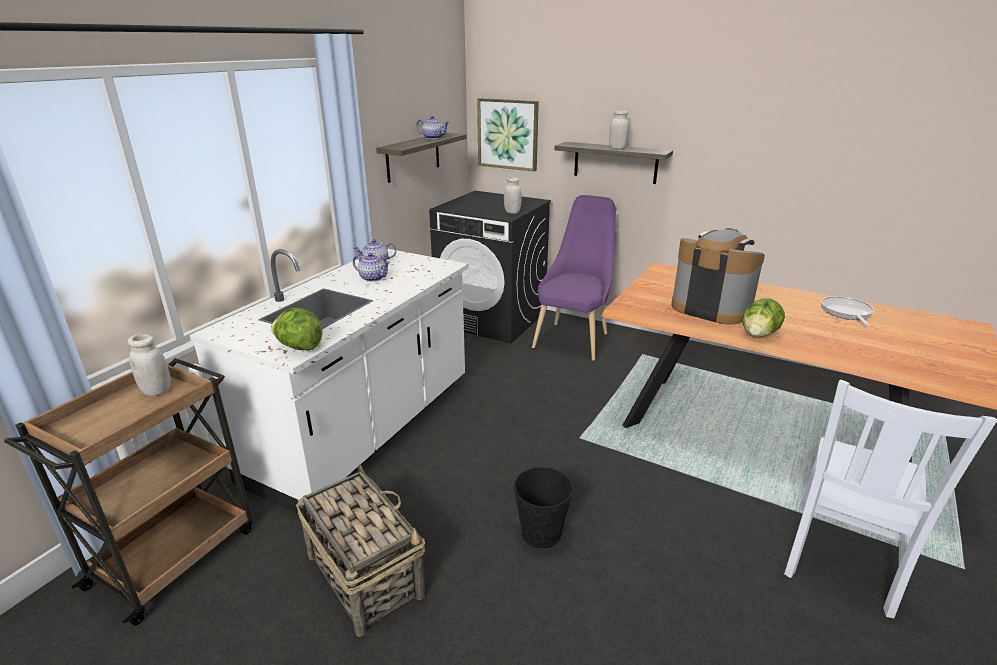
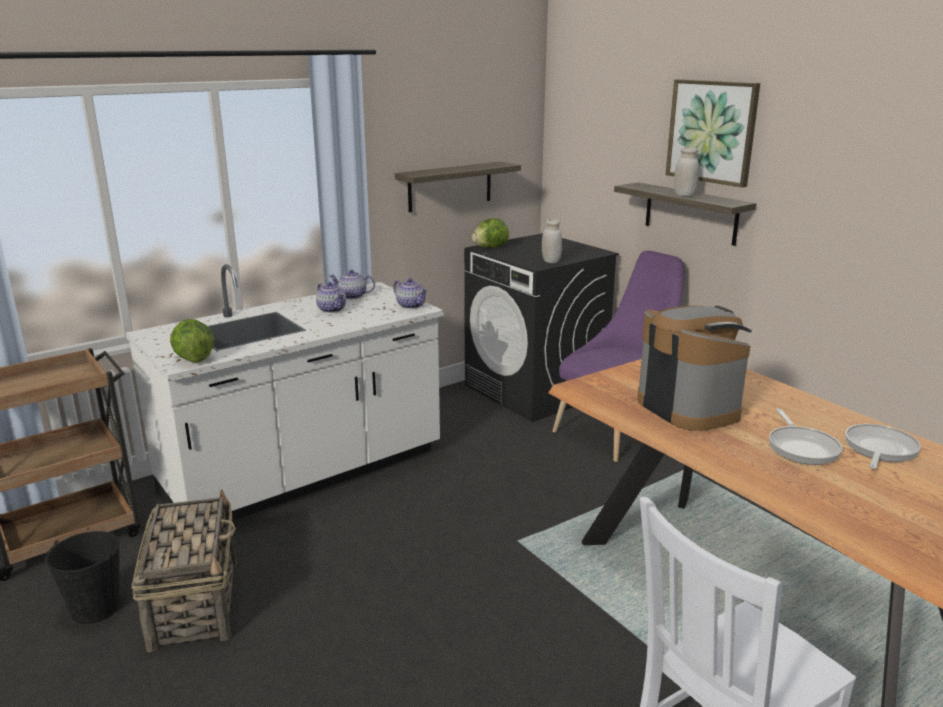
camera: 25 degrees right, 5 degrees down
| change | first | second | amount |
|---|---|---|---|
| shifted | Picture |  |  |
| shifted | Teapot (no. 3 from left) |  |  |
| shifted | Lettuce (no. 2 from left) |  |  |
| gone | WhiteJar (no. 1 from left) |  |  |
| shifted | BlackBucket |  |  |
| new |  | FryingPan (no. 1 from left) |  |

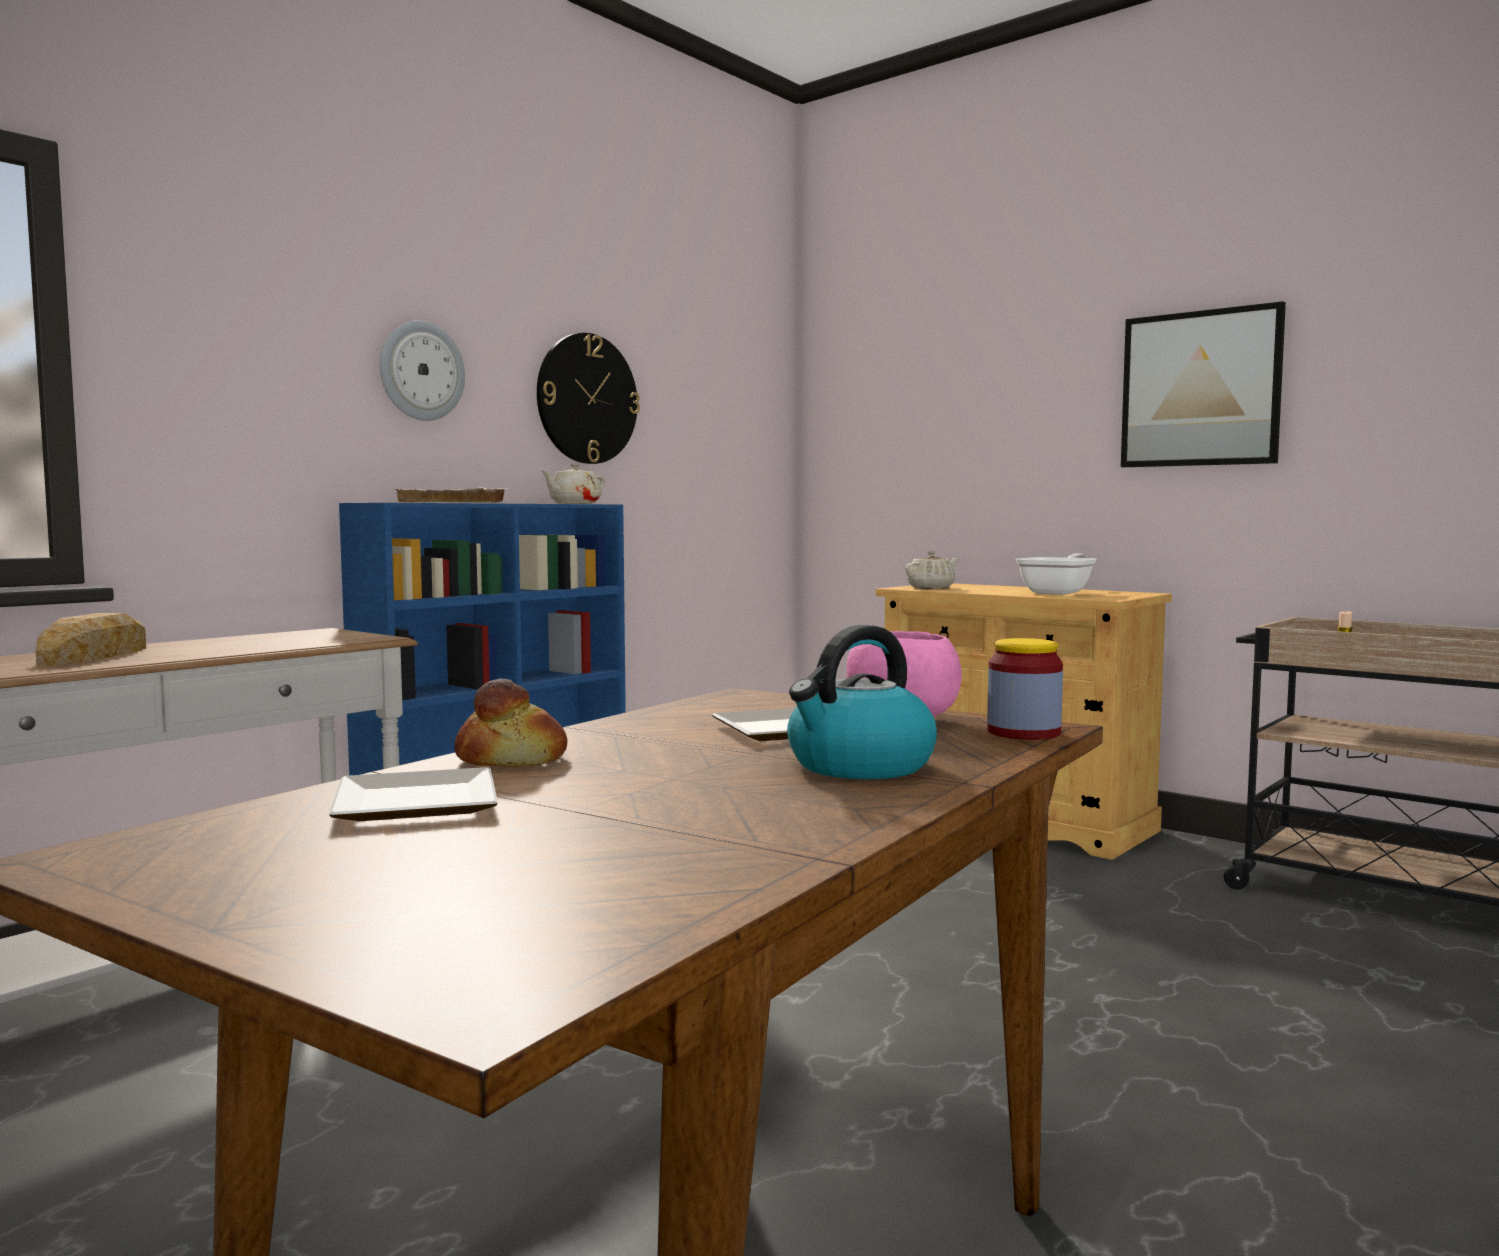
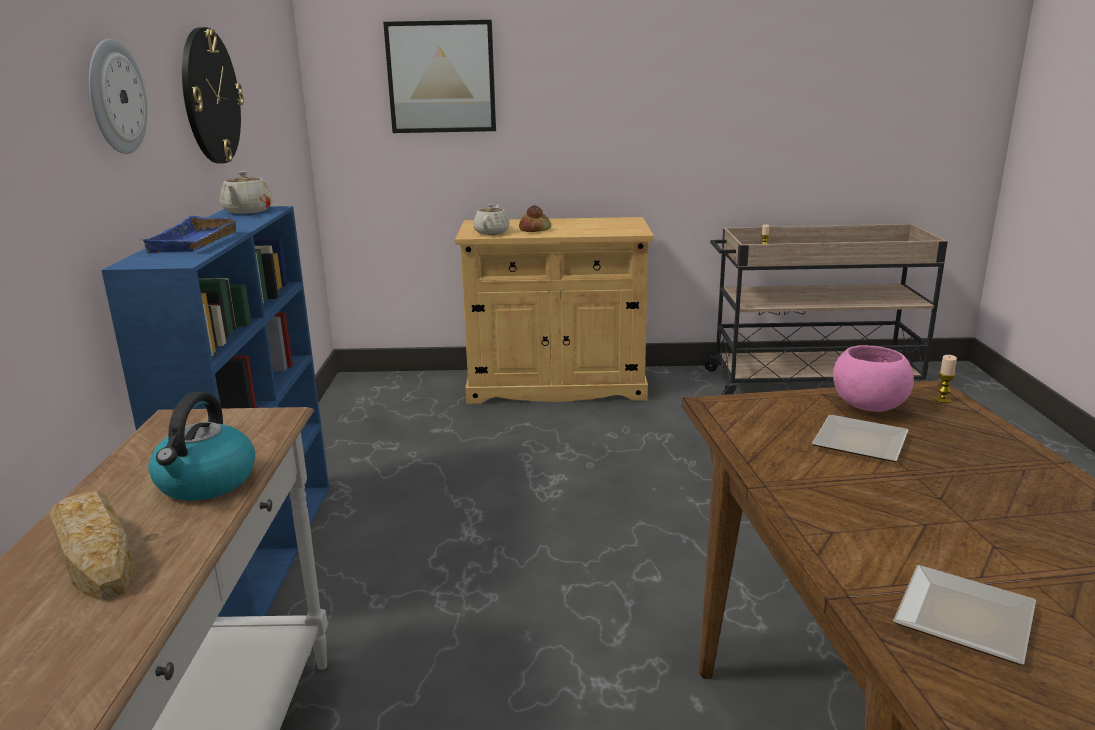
camera: 40 degrees left, 15 degrees up
| change | first | second | amount |
|---|---|---|---|
| shifted | Picture |  |  |
| repainted | BeigeTray | BlueTray |  |
| gone | FryingPan |  |  |
| shifted | Kettle |  |  |
| swapped | Jar | Candle (no. 2 from left) |  |
| shifted | Bread (no. 2 from left) |  |  |

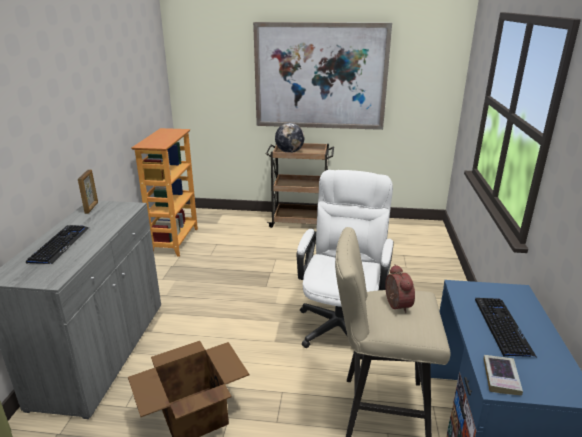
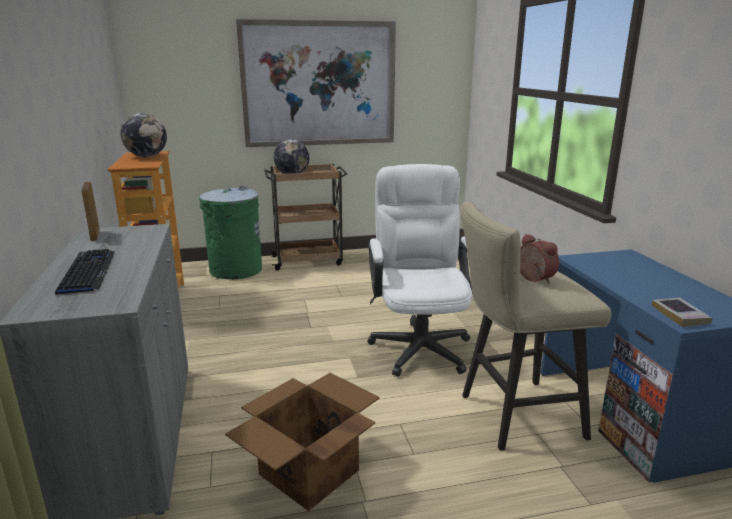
camera: 20 degrees left, 5 degrees down
| change | first | second | amount |
|---|---|---|---|
| gone | Keyboard (no. 2 from left) |  |  |
| new |  | Globe (no. 1 from left) |  |
| new |  | GreenTrashCan |  |

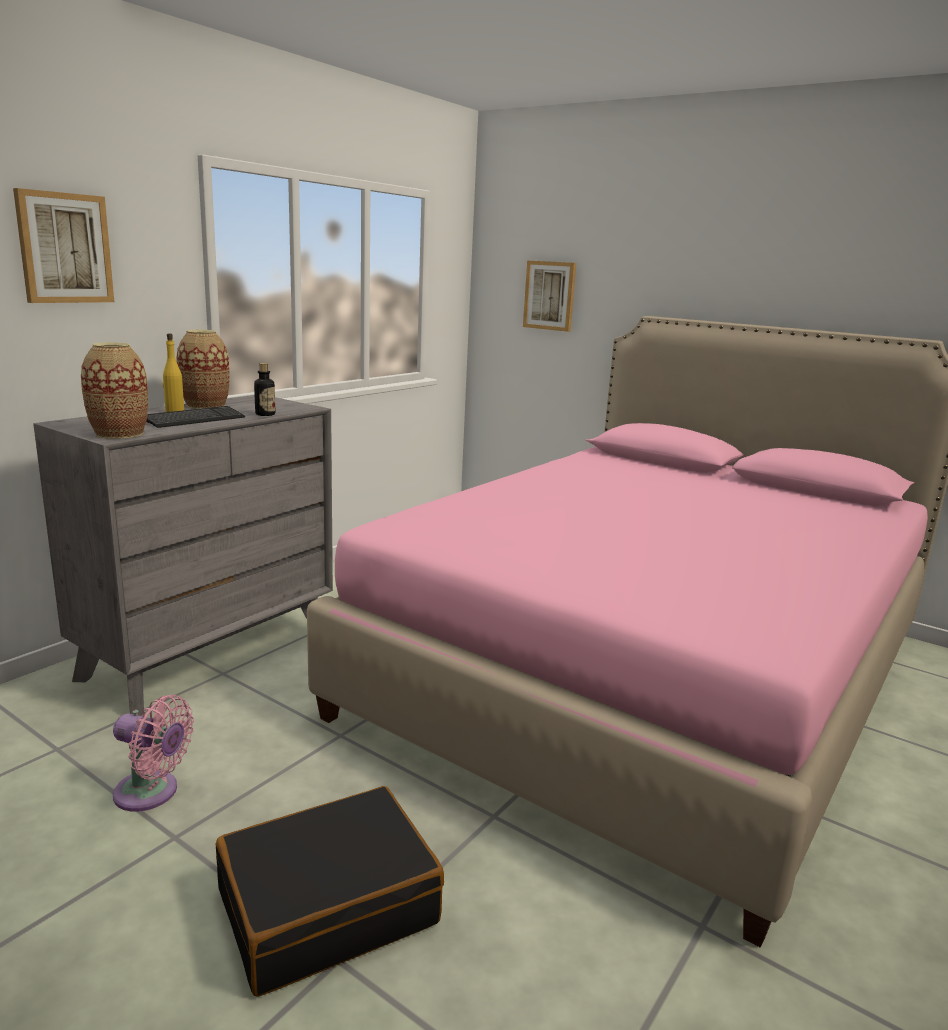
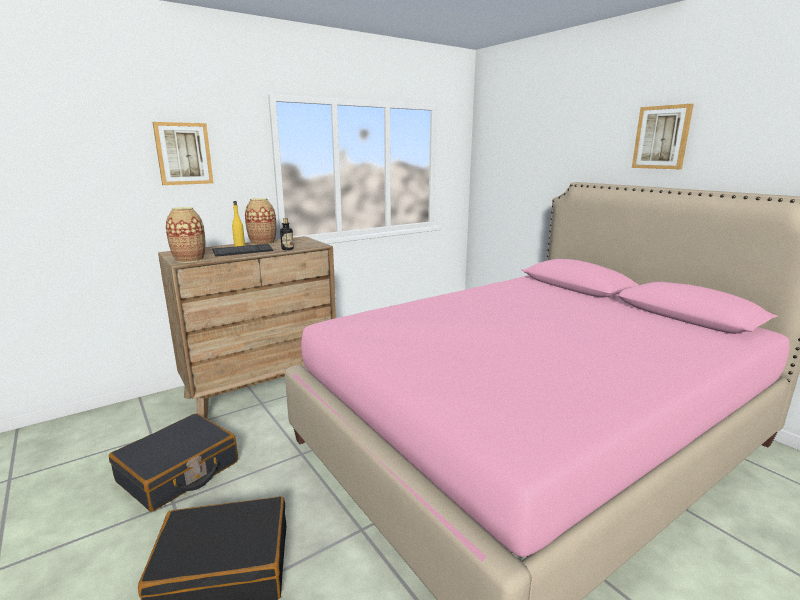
camera: 20 degrees right, 0 degrees up
| change | first | second | amount |
|---|---|---|---|
| shifted | Picture (no. 2 from left) |  |  |
| repainted | GreyDresser | BrownDresser |  |
| swapped | PinkFan | BlackSuitcase (no. 1 from left) |  |

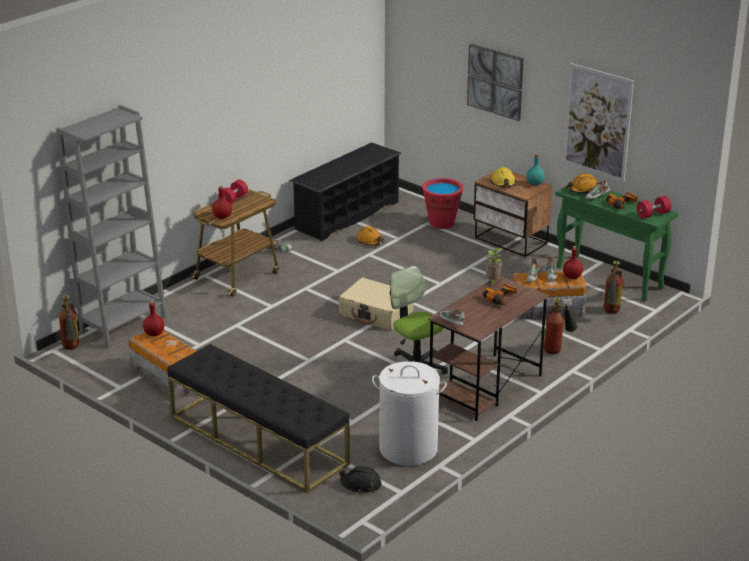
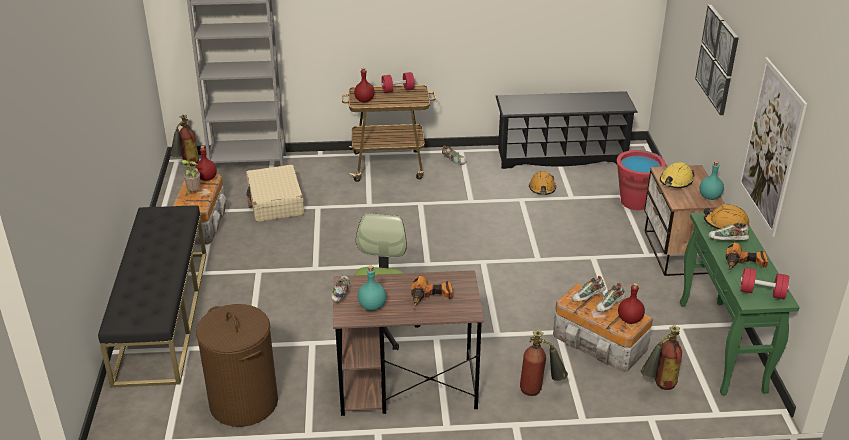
camera: 45 degrees right, 5 degrees up
| change | first | second | amount |
|---|---|---|---|
| shifted | PottedPlant |  |  |
| shifted | BeigeSuitcase |  |  |
| repainted | WhiteLaundryBasket | BrownLaundryBasket |  |
| gone | BlackHardHat |  |  |
| new |  | TurquoiseBottle (no. 1 from left) |  |

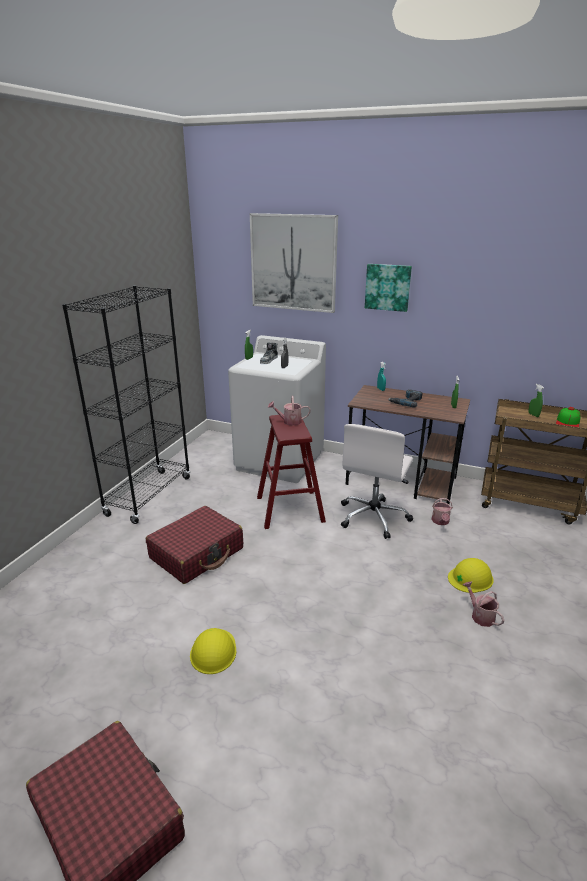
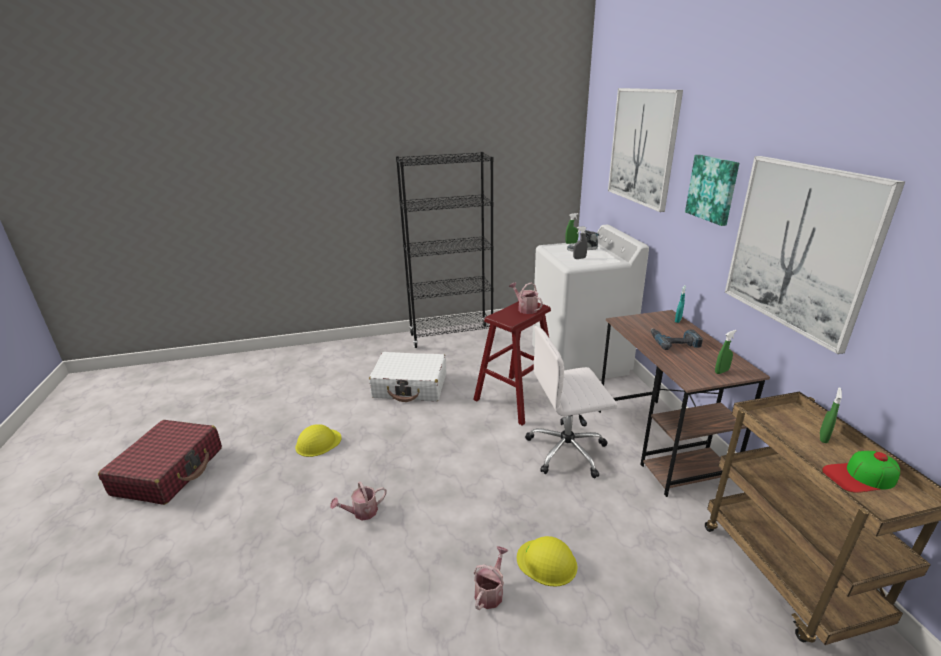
camera: 55 degrees right, 0 degrees up
| change | first | second | amount |
|---|---|---|---|
| shifted | WateringCan (no. 2 from left in the first image) | WateringCan (no. 1 from left) |  |
| repainted | RedSuitcase (no. 2 from left) | WhiteSuitcase |  |
| new |  | Picture (no. 3 from left) |  |

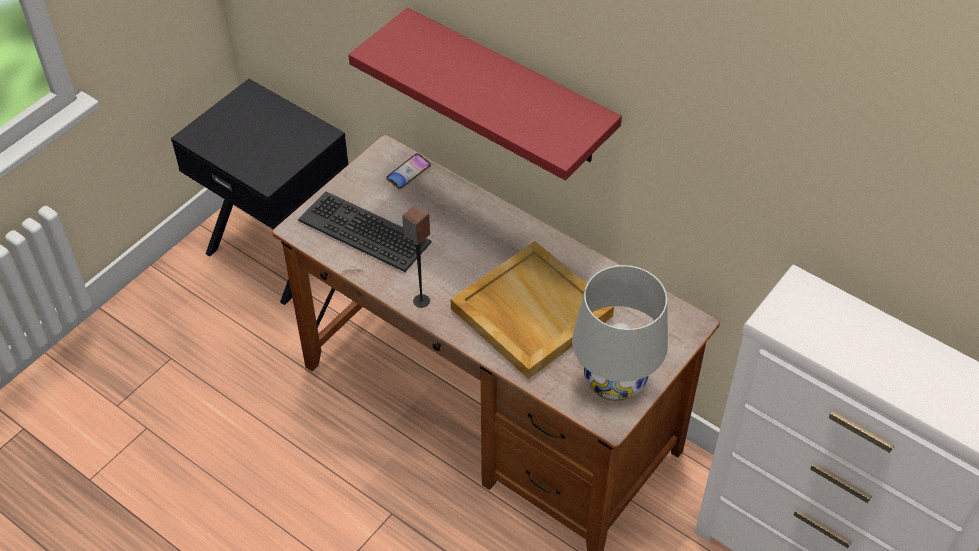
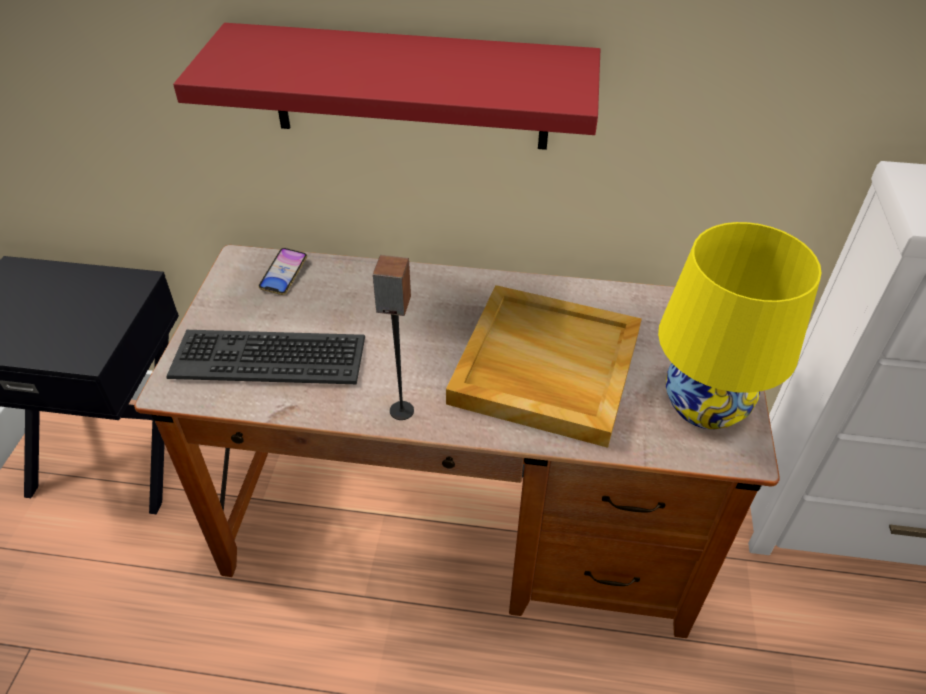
camera: 30 degrees left, 5 degrees down
| change | first | second | amount |
|---|---|---|---|
| repainted | WhiteTableLamp | YellowTableLamp |  |

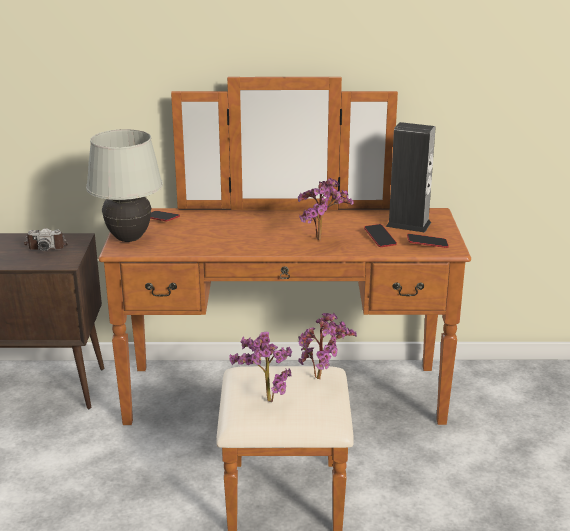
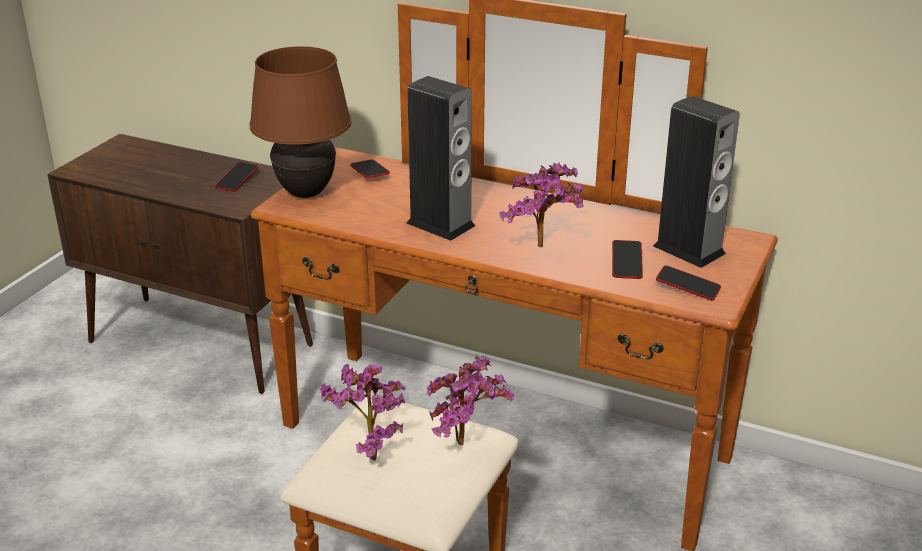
camera: 25 degrees right, 5 degrees up
| change | first | second | amount |
|---|---|---|---|
| repainted | WhiteTableLamp | BrownTableLamp |  |
| swapped | PhotoCamera | Phone (no. 1 from left) |  |
| new |  | Speaker (no. 1 from left) |  |

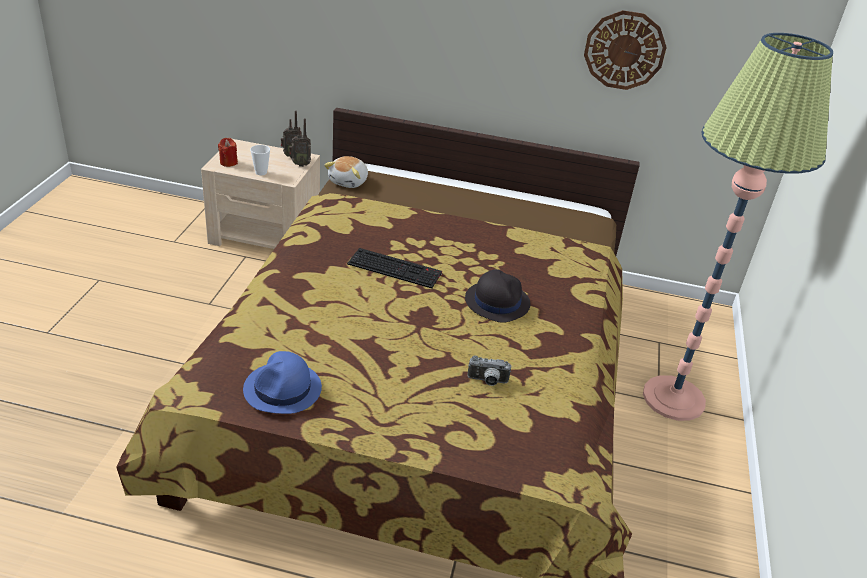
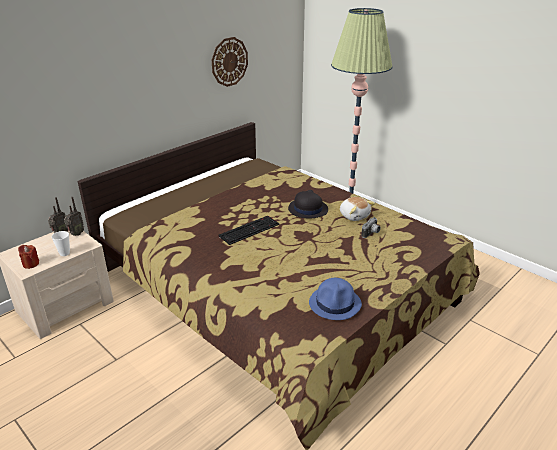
camera: 55 degrees left, 5 degrees down
| change | first | second | amount |
|---|---|---|---|
| shifted | PlushToy |  |  |

